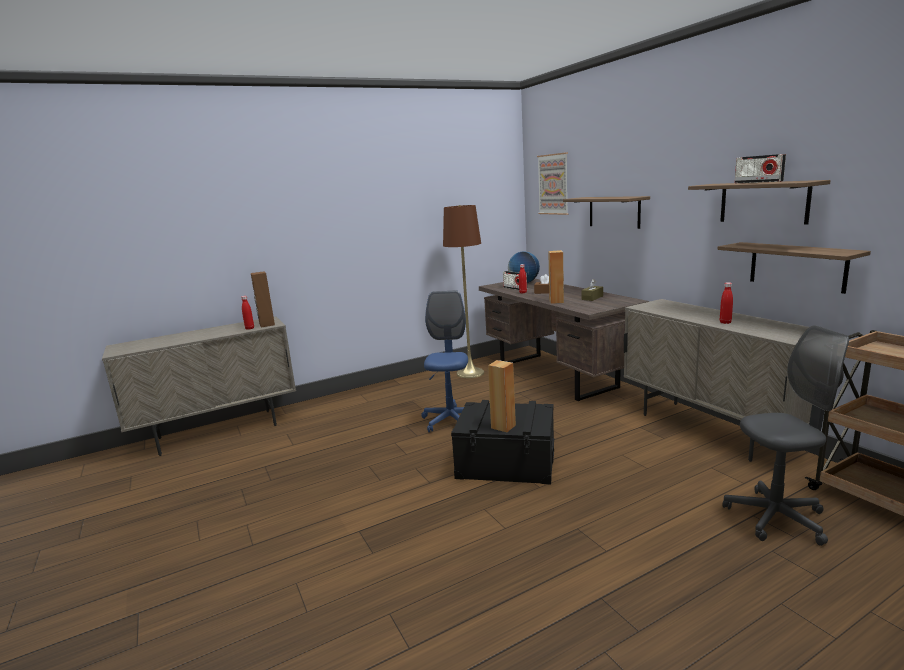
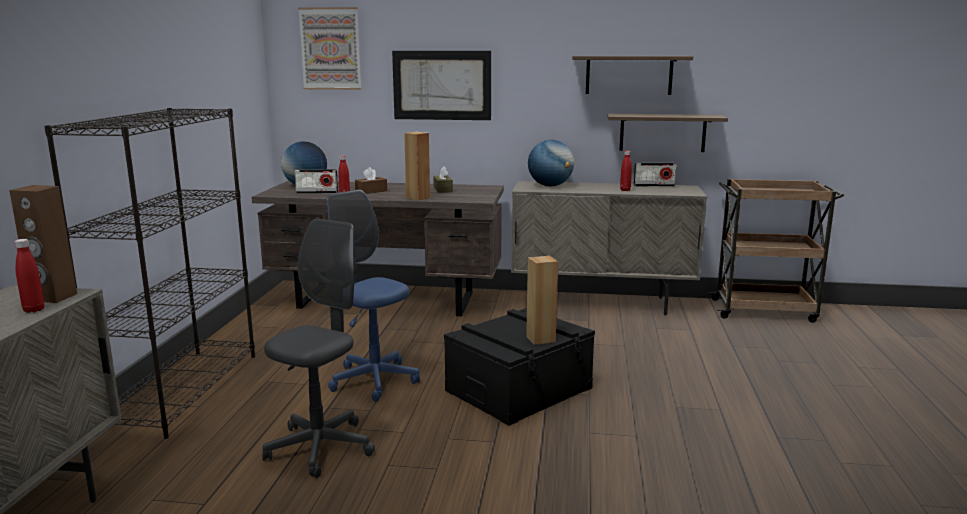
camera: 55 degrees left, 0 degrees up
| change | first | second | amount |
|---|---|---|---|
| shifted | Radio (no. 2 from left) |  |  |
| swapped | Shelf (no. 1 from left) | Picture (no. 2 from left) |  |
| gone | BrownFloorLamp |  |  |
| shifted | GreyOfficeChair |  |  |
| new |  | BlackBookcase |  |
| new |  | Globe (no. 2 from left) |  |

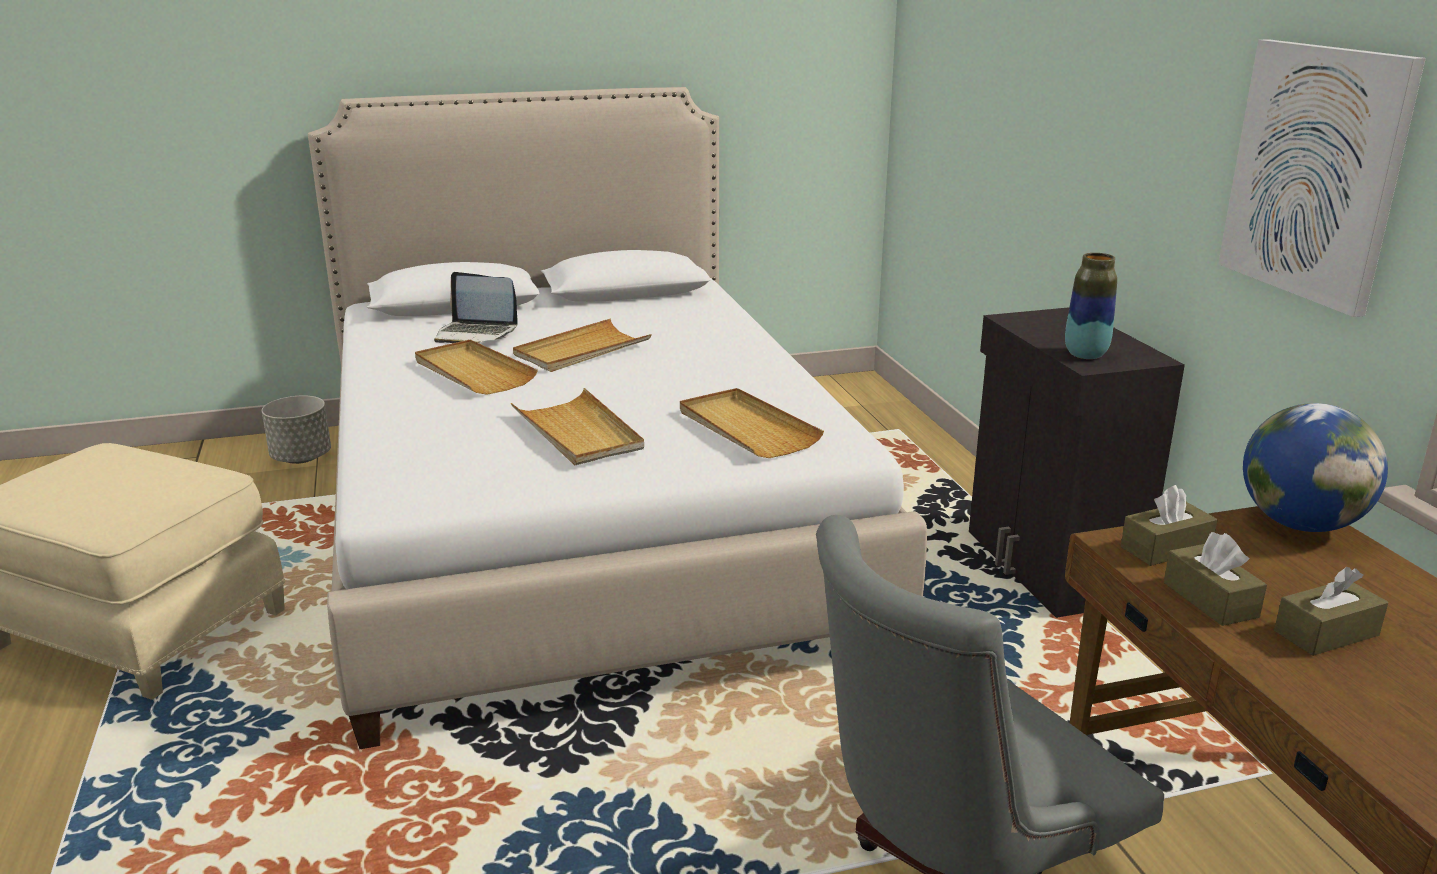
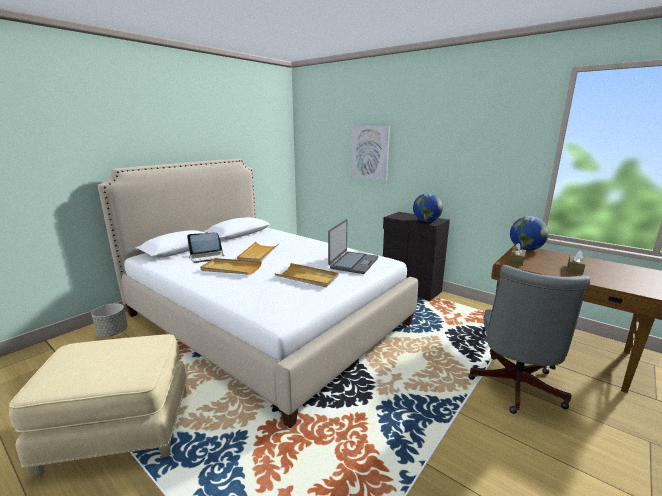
camera: 35 degrees left, 5 degrees down
| change | first | second | amount |
|---|---|---|---|
| shifted | Picture |  |  |
| swapped | Vase | Globe (no. 1 from left) |  |
| swapped | BeigeTray (no. 4 from left) | Laptop (no. 2 from left) |  |
| gone | BrownTissueBox (no. 2 from left) |  |  |

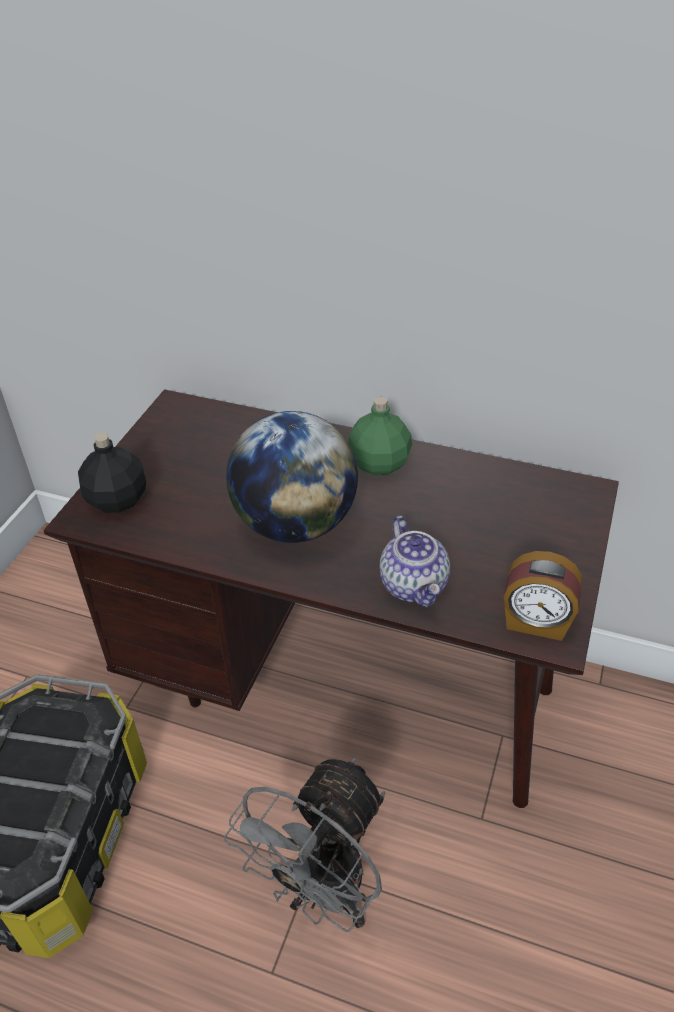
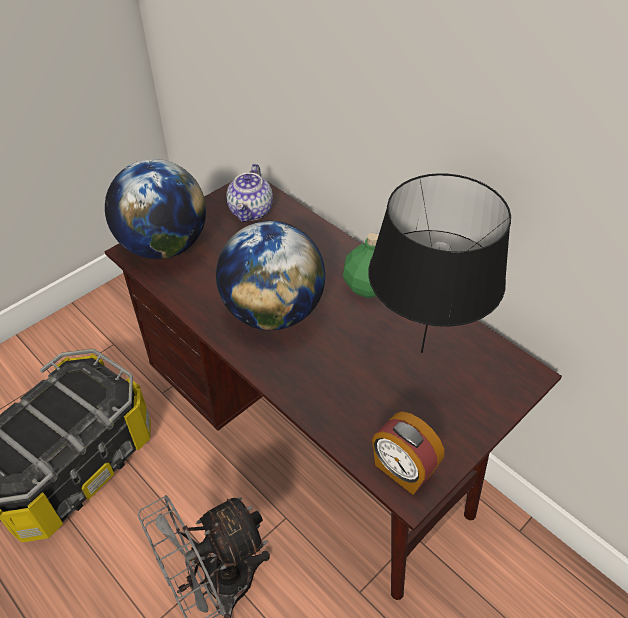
camera: 25 degrees right, 5 degrees up
| change | first | second | amount |
|---|---|---|---|
| swapped | BlackBottle | Globe (no. 1 from left) |  |
| shifted | Teapot |  |  |
| new |  | BlackTableLamp |  |

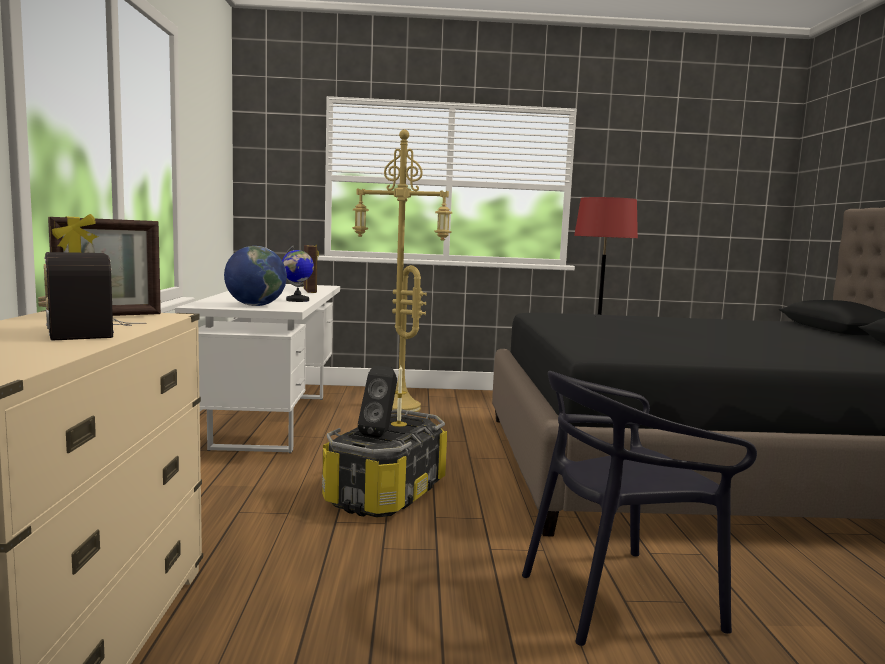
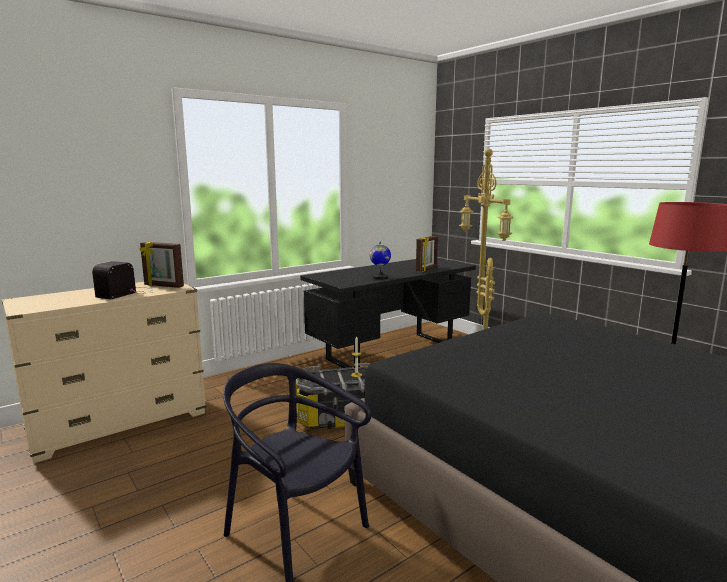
camera: 55 degrees right, 5 degrees up
| change | first | second | amount |
|---|---|---|---|
| gone | Globe (no. 1 from left) |  |  |
| repainted | WhiteDesk | BlackDesk |  |
| gone | BlackSpeaker |  |  |

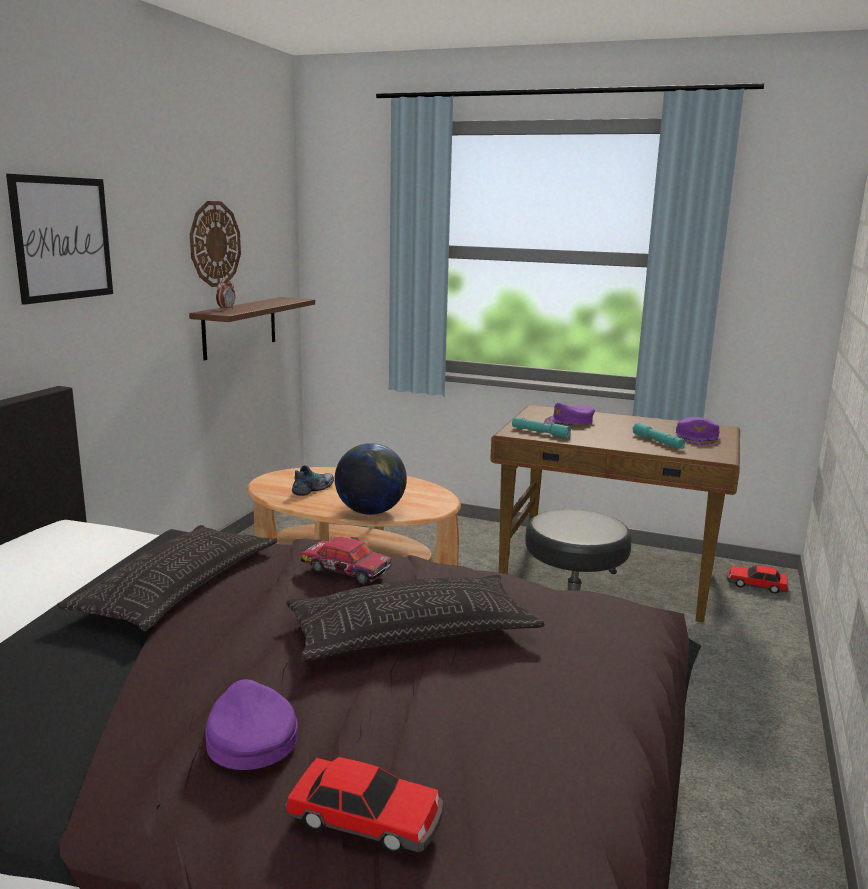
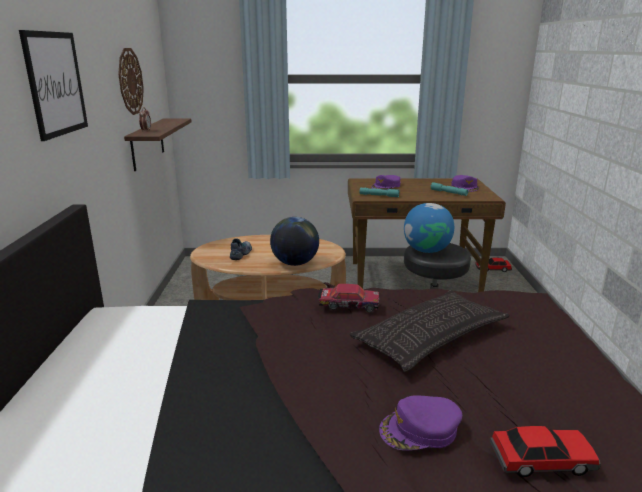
camera: 20 degrees left, 5 degrees up
| change | first | second | amount |
|---|---|---|---|
| gone | Pillow (no. 1 from left) |  |  |
| rotated | PurpleCap (no. 1 from left in the first image) | PurpleCap (no. 2 from left) | 60 degrees counterclockwise |
| new |  | Globe (no. 2 from left) |  |

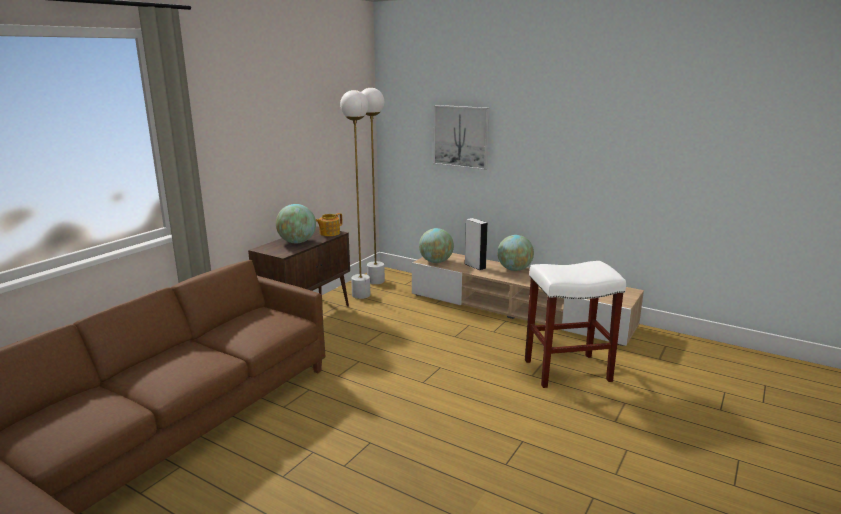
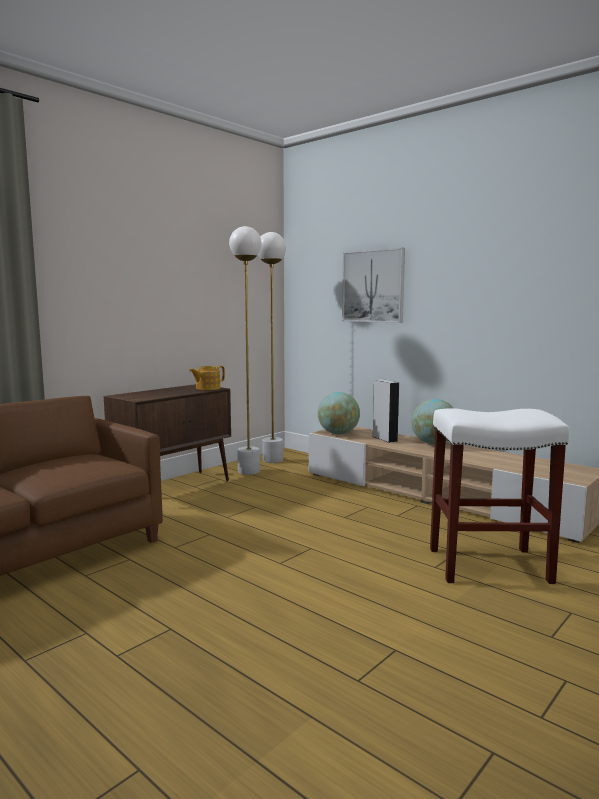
camera: 10 degrees right, 10 degrees down
| change | first | second | amount |
|---|---|---|---|
| gone | Globe (no. 1 from left) |  |  |

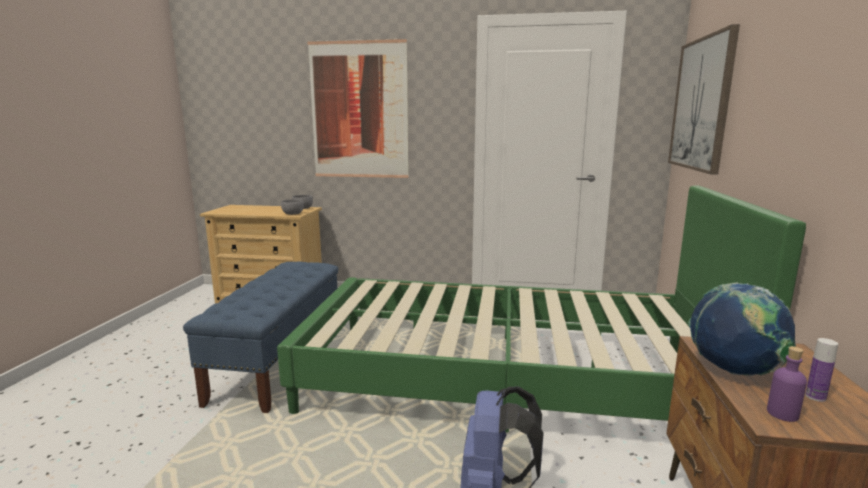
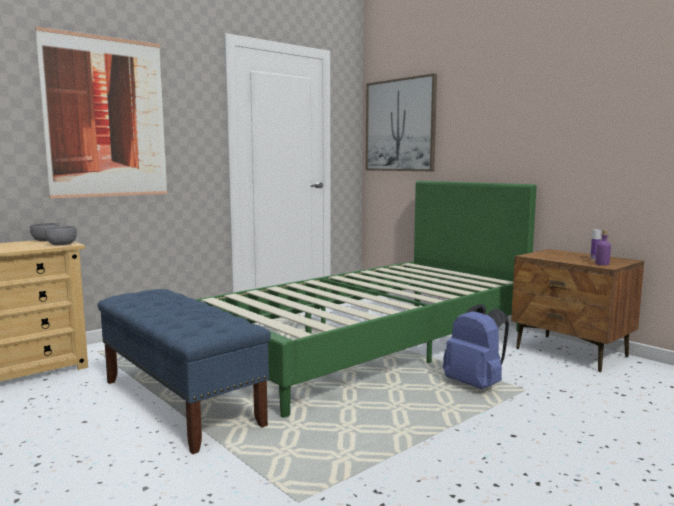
camera: 50 degrees left, 5 degrees down
| change | first | second | amount |
|---|---|---|---|
| gone | Globe |  |  |

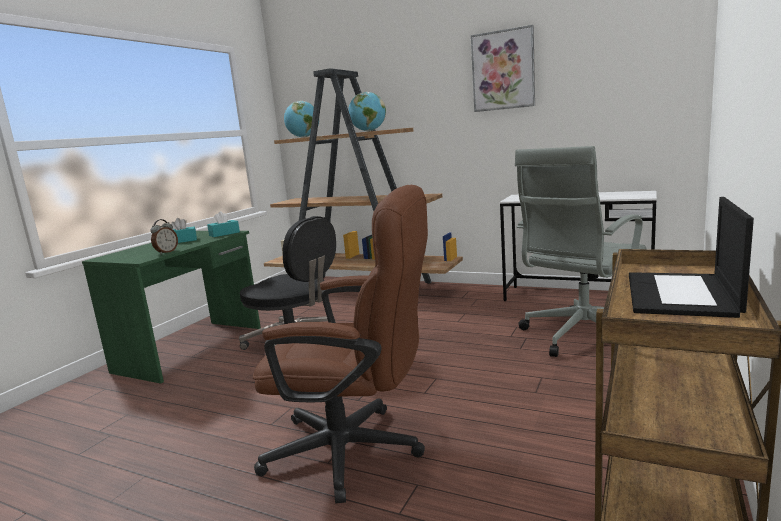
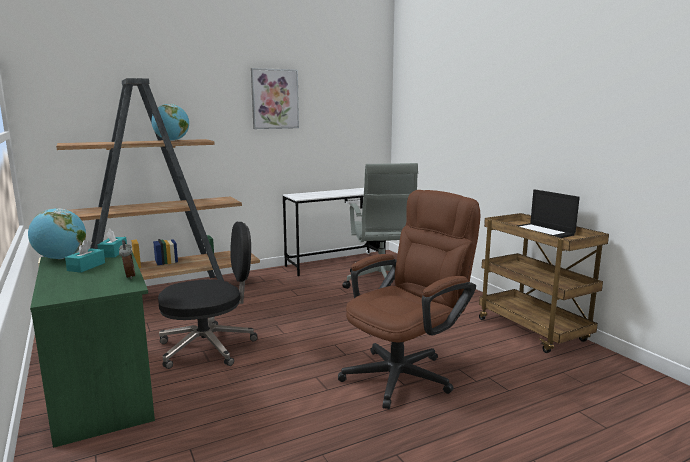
camera: 55 degrees left, 0 degrees up
| change | first | second | amount |
|---|---|---|---|
| shifted | Globe (no. 1 from left) |  |  |

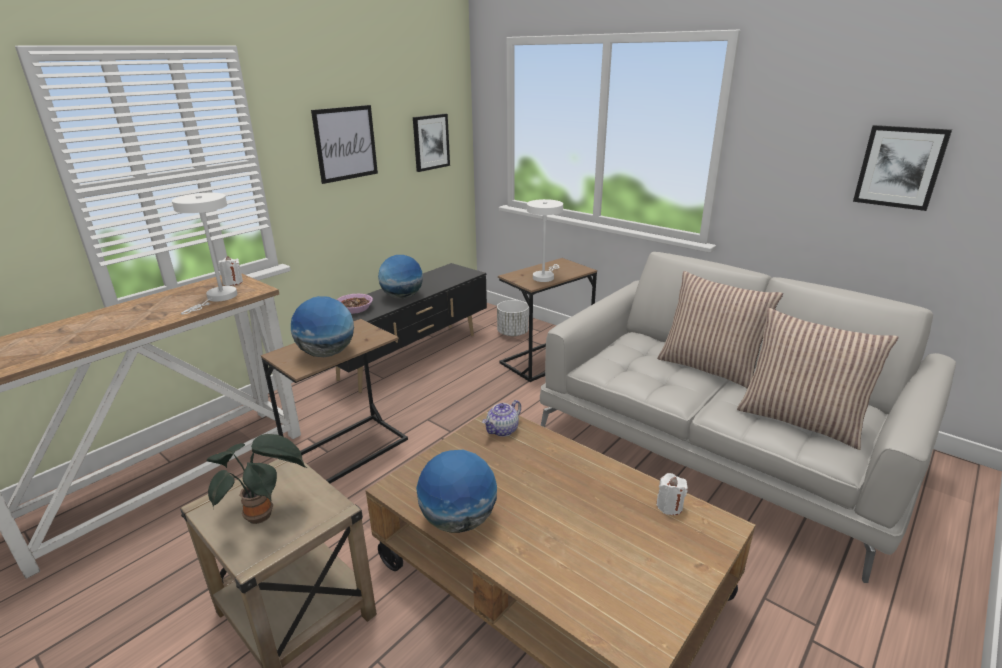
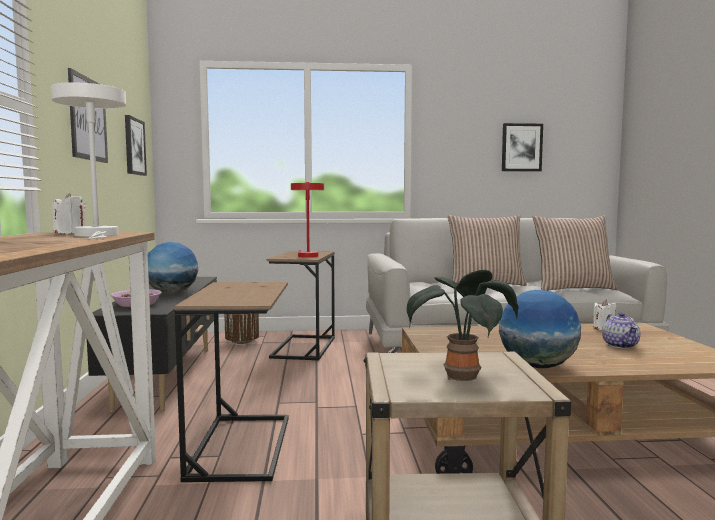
camera: 45 degrees left, 20 degrees down
| change | first | second | amount |
|---|---|---|---|
| repainted | WhiteTableLamp (no. 2 from left) | RedTableLamp |  |
| gone | Globe (no. 1 from left) |  |  |
| repainted | WhitePlanter | BrownPlanter |  |
| shifted | Teapot |  |  |

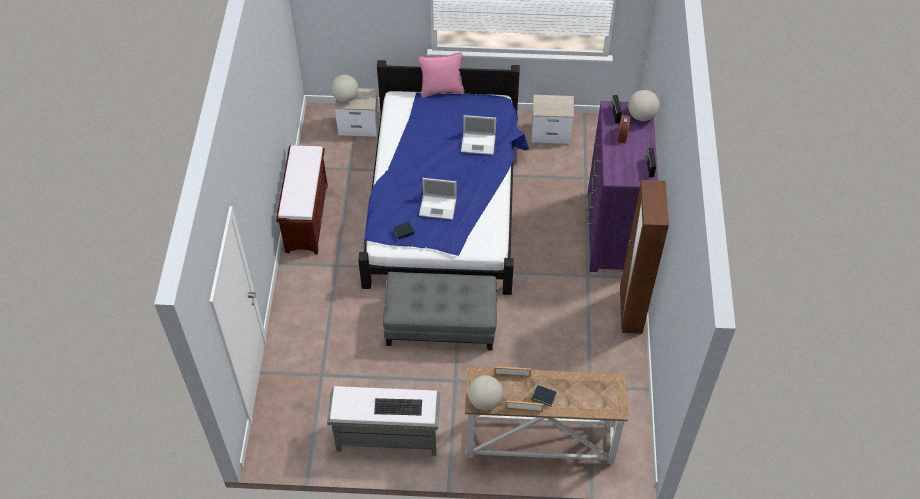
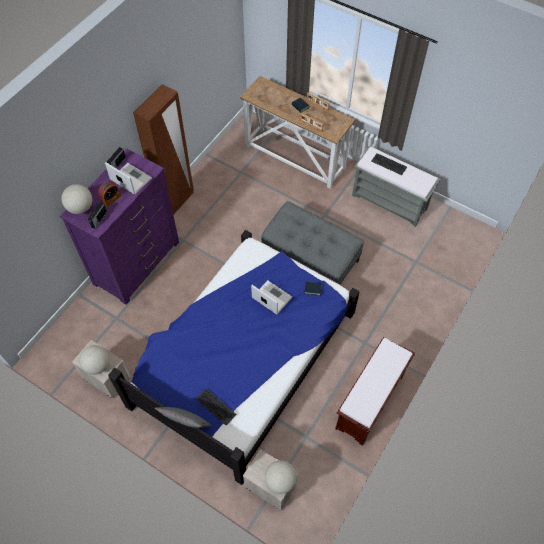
camera: 150 degrees left, 5 degrees up
| change | first | second | amount |
|---|---|---|---|
| repainted | PinkPillow | GreyPillow |  |
| shifted | Laptop (no. 2 from left in the first image) | Laptop (no. 1 from left) |  |
| shifted | Globe (no. 2 from left) |  |  |
| new |  | Keyboard (no. 1 from left) |  |

